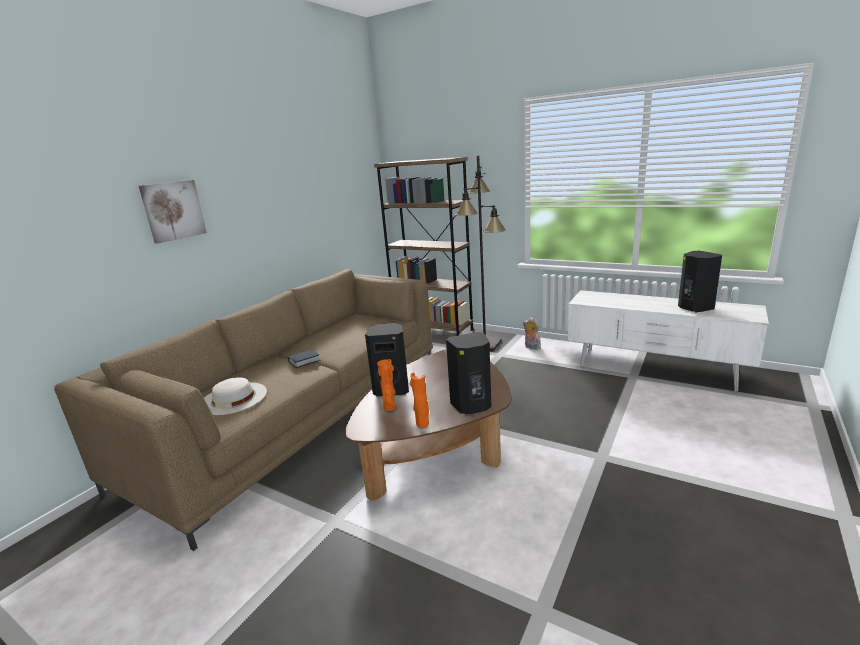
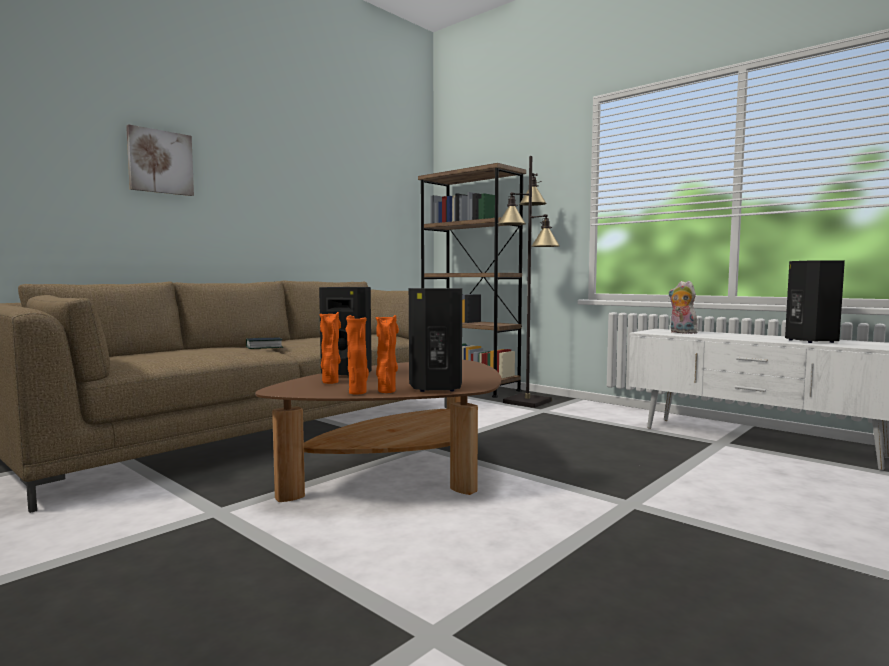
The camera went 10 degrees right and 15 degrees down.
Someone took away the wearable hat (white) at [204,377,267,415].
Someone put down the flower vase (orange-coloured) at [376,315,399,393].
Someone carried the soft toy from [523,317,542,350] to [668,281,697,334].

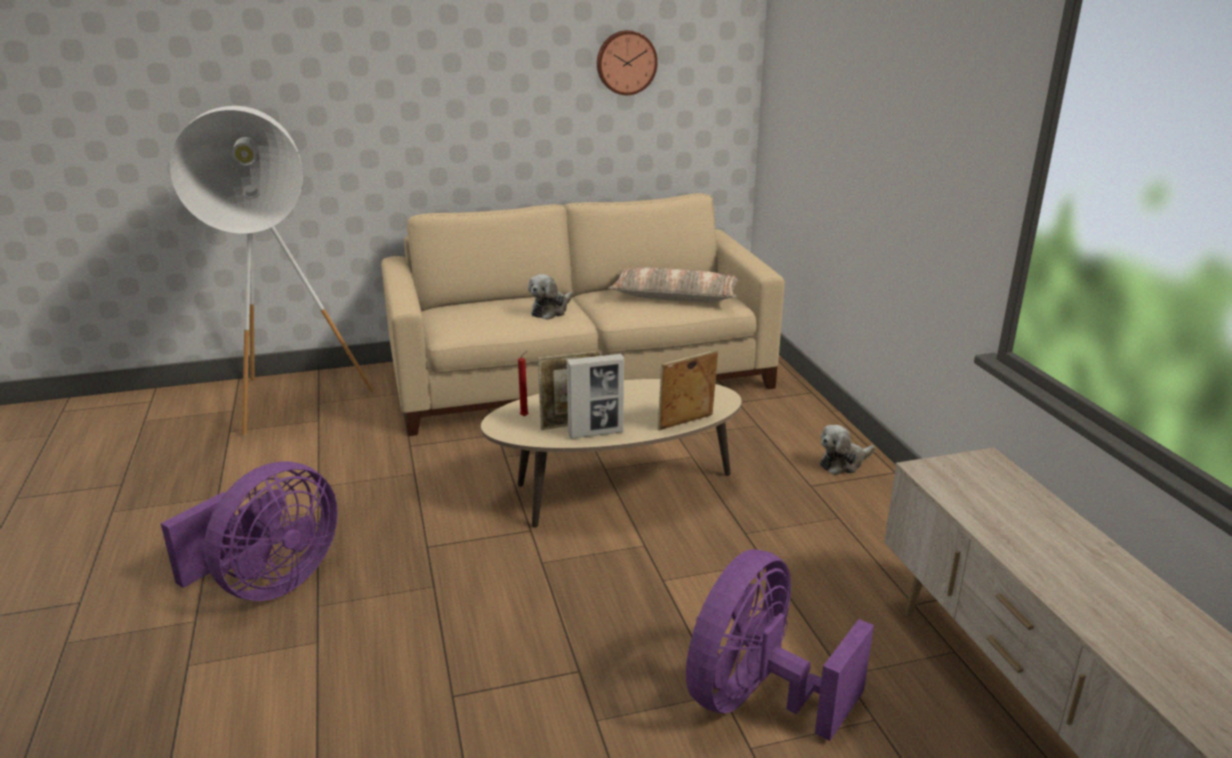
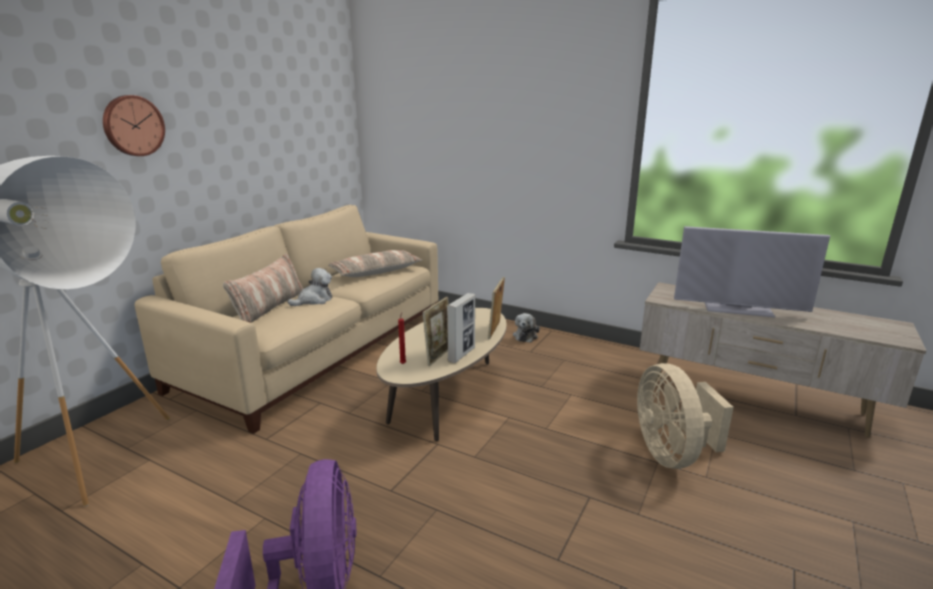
The camera went 45 degrees left and 5 degrees down.
Someone put down the pillow at [223,253,303,323].
Someone put down the TV set at [674,226,830,317].
Someone carried the hanging clock from [597,30,658,95] to [103,95,165,156].
Someone repainted the cooling fan (purple) at [686,549,874,741], which became the cooling fan (beige-coloured) at [637,363,733,469].
Someone rotated the soft toy at [528,274,573,320] by 120 degrees counterclockwise.

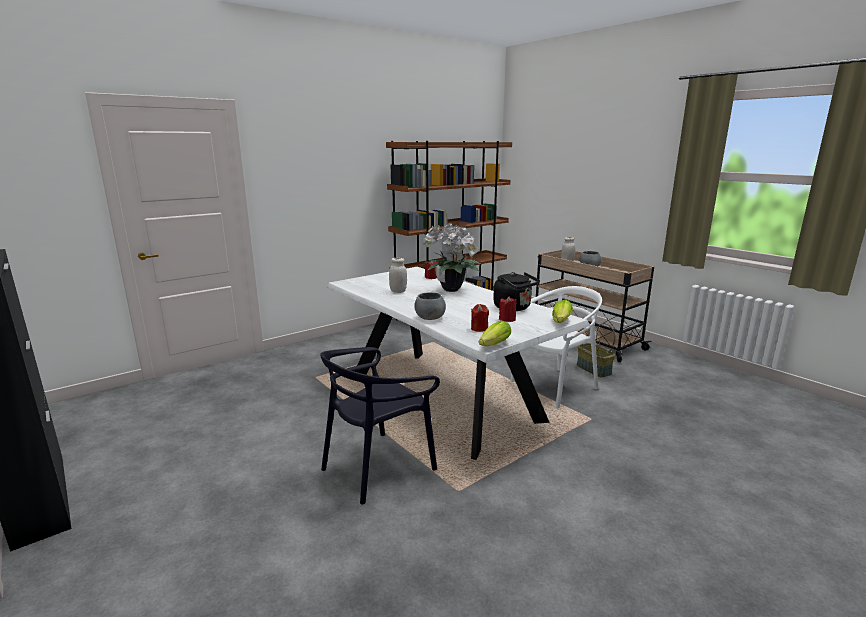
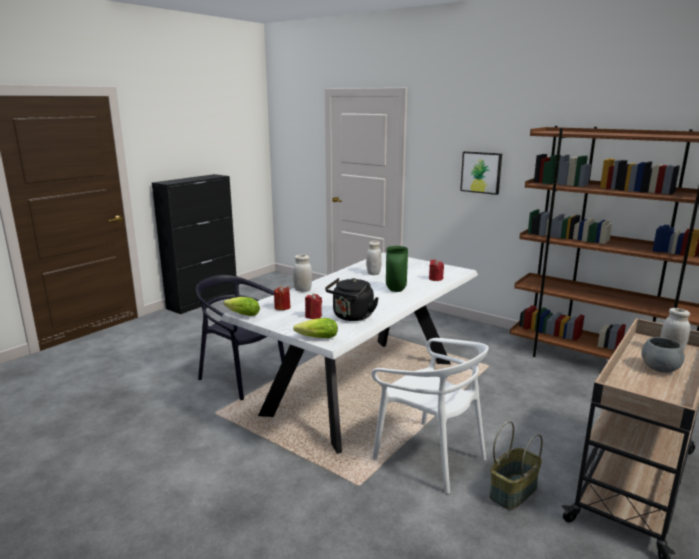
The camera went 75 degrees right and 0 degrees up.
Someone put up the wall art at [460,151,502,195].
Someone swapped the deep dish (gray) at [414,292,446,320] for the preserve jar (white) at [293,255,312,292].
Someone swapped the plant in a pot at [423,223,481,292] for the flower vase (greenish) at [386,246,408,292].

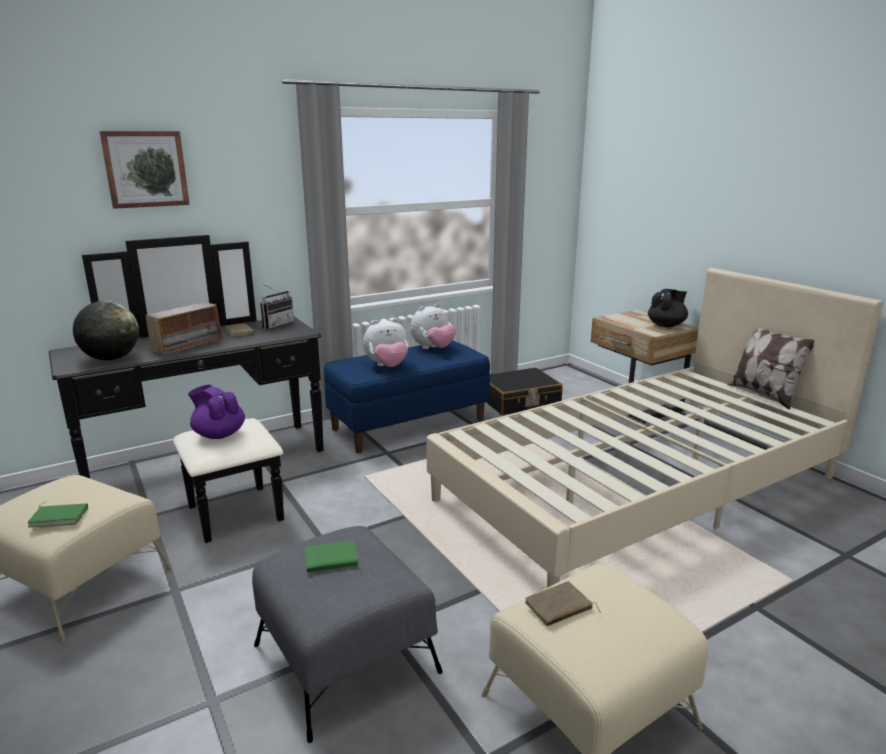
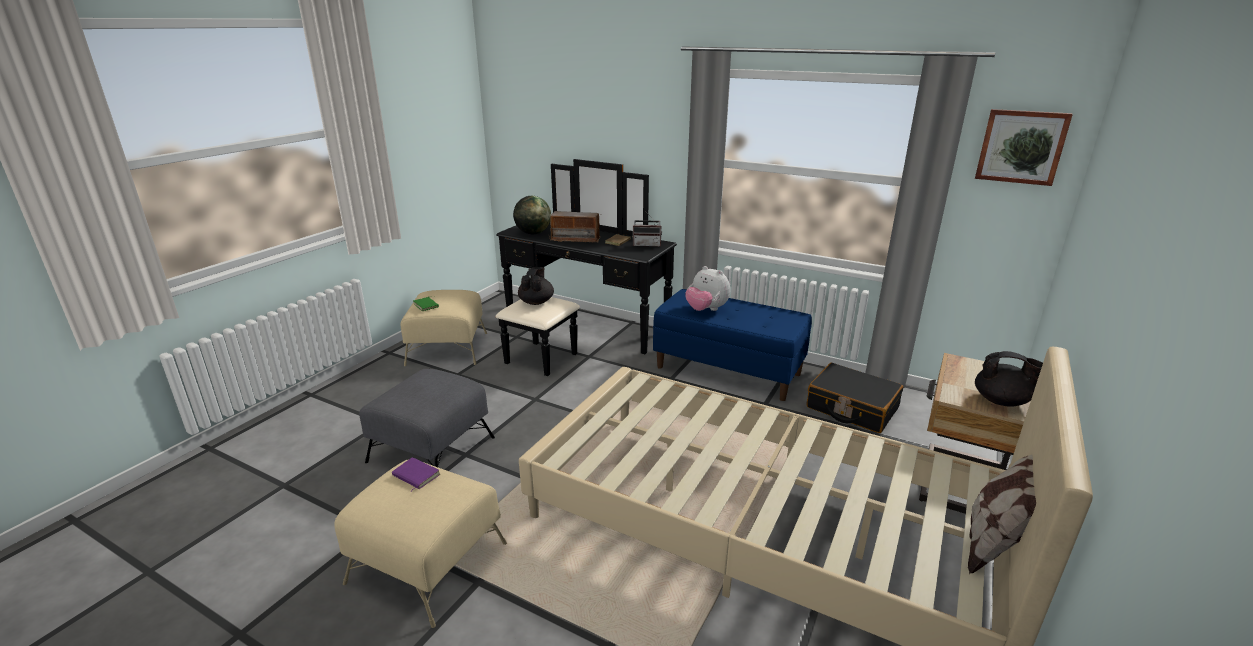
The camera went 60 degrees right and 5 degrees up.
Someone took away the volume (greenish) at [305,540,360,573].
Someone took away the soft toy at [410,304,456,349].
Someone carried the wall art from [100,131,190,209] to [975,109,1073,186].
Someone repainted the pot for tea (purple) at [188,385,245,439], which became the pot for tea (black-coloured) at [518,267,554,305].
Someone repainted the volume (brownish) at [525,581,601,626], which became the volume (purple) at [392,458,440,491].

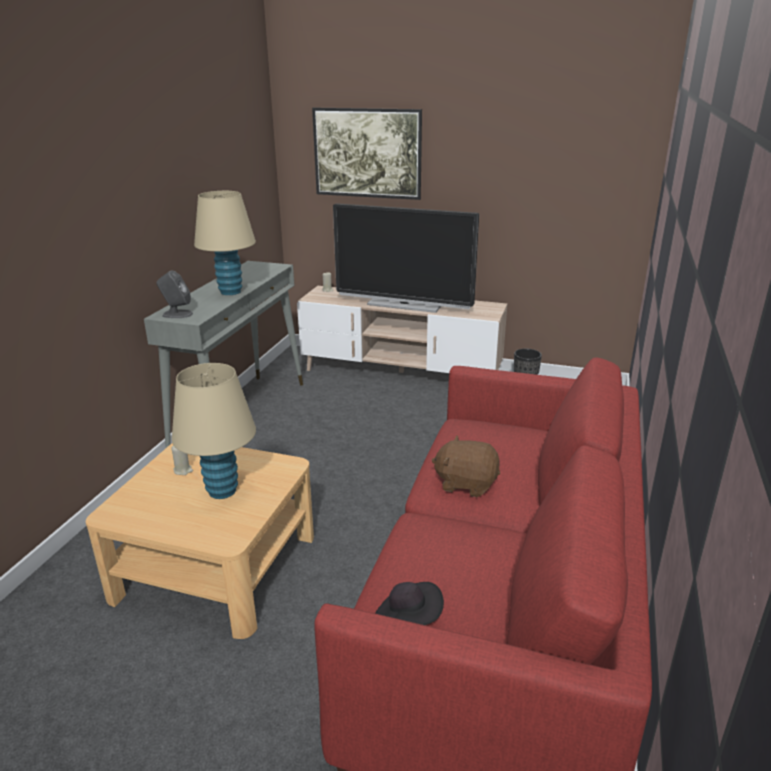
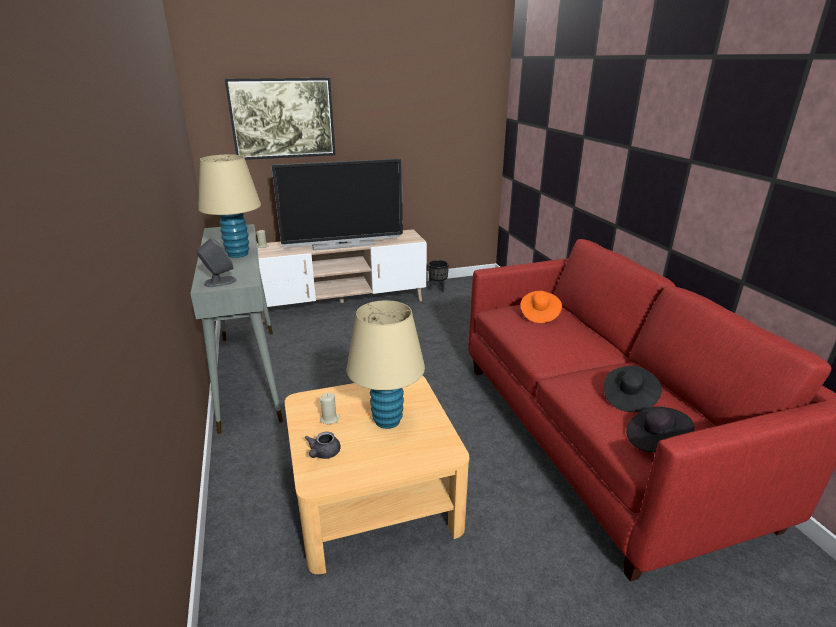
The camera went 35 degrees left and 0 degrees up.
Someone took away the soft toy (brownish) at [432,435,500,497].
Someone put down the pot for tea (gray) at [305,432,341,459].
Someone put down the wearable hat (orange-coloured) at [521,291,562,323].
Someone put down the wearable hat (black-coloured) at [604,366,662,412].

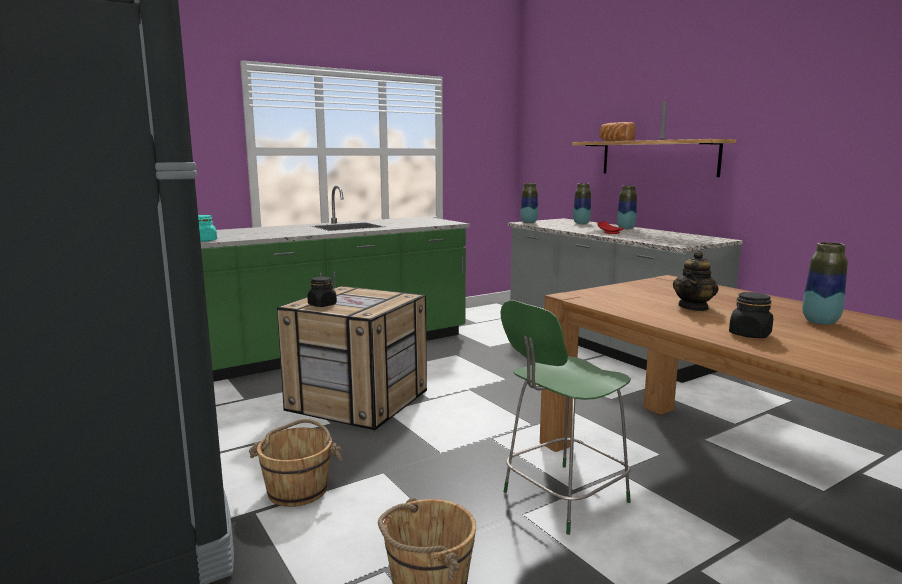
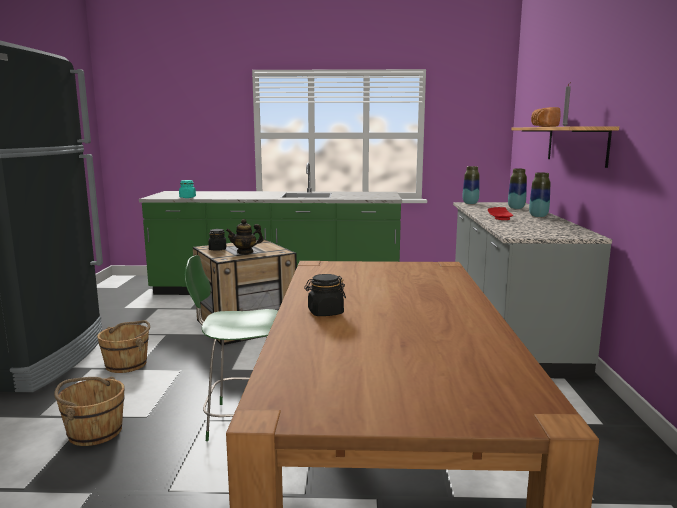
The camera went 35 degrees right and 0 degrees up.
Someone took away the flower vase at [802,242,848,325].
Someone carried the pot for tea from [673,250,719,311] to [226,219,264,254].

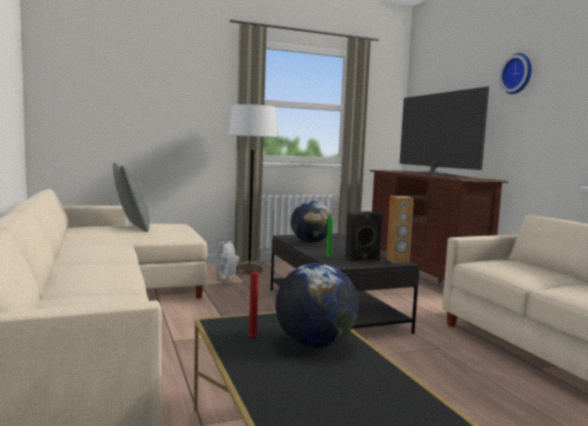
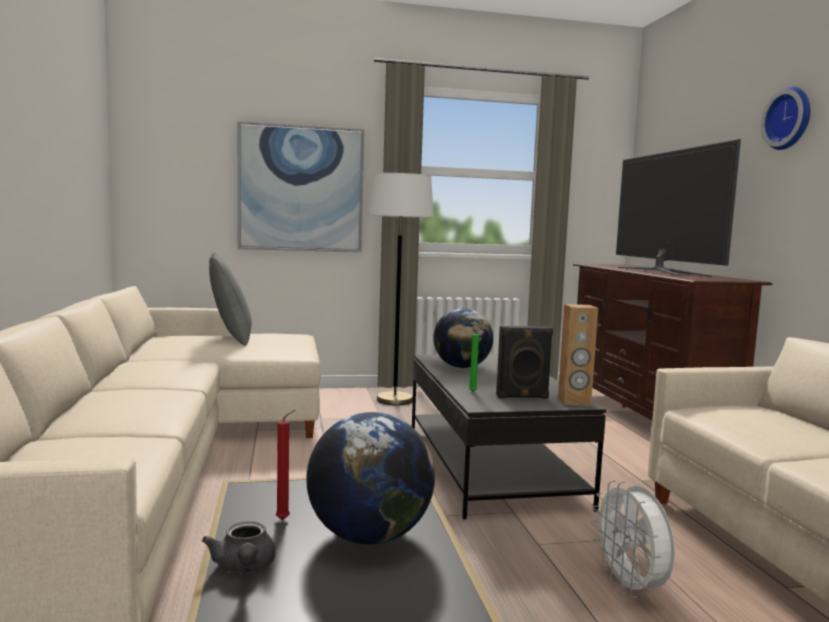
The camera went 10 degrees right and 0 degrees up.
Someone put down the pot for tea (gray) at [202,521,276,573].
Someone put up the wall art at [237,121,364,252].
Someone carried the cooling fan (white) from [214,238,239,282] to [591,481,675,598].

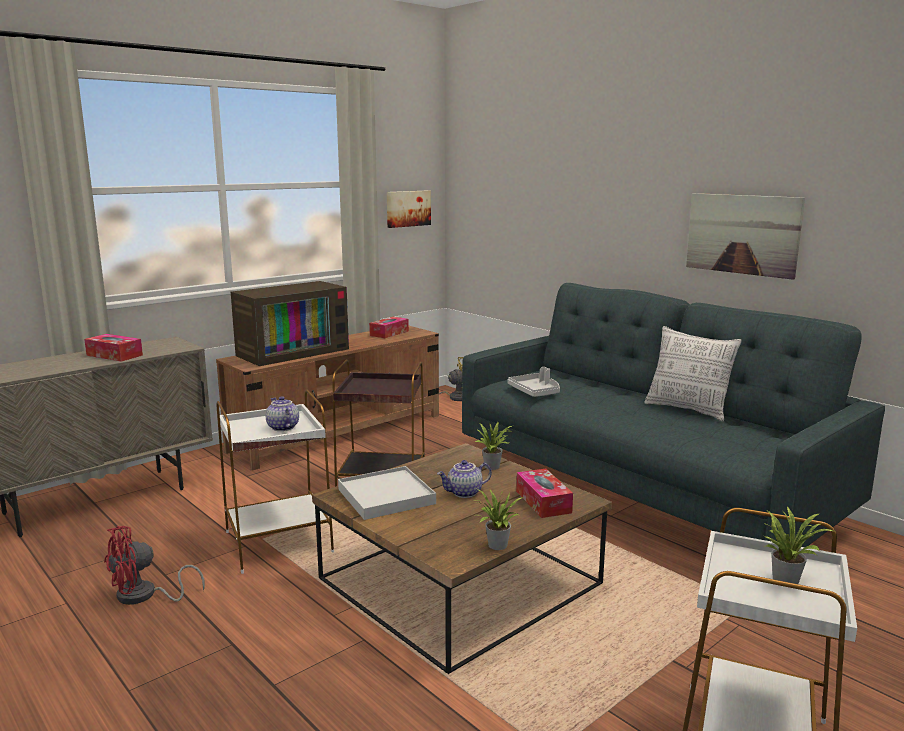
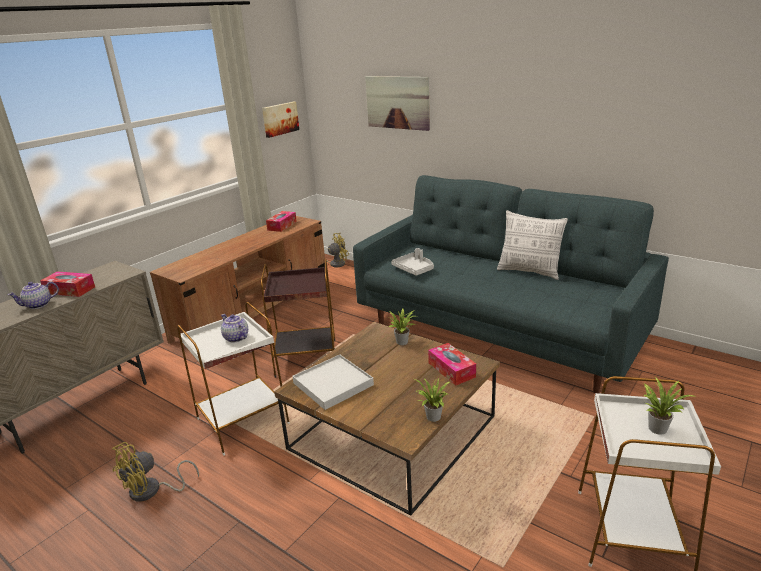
The camera went 10 degrees left and 10 degrees up.
Someone took away the TV set at [231,281,349,366].
Someone carried the pot for tea from [437,460,492,498] to [8,281,59,309].
Someone carried the wall art from [686,193,805,280] to [365,76,430,131].
Someone repainted the cooling fan (reddish) at [104,526,205,605], which became the cooling fan (yellowish) at [112,442,199,502].

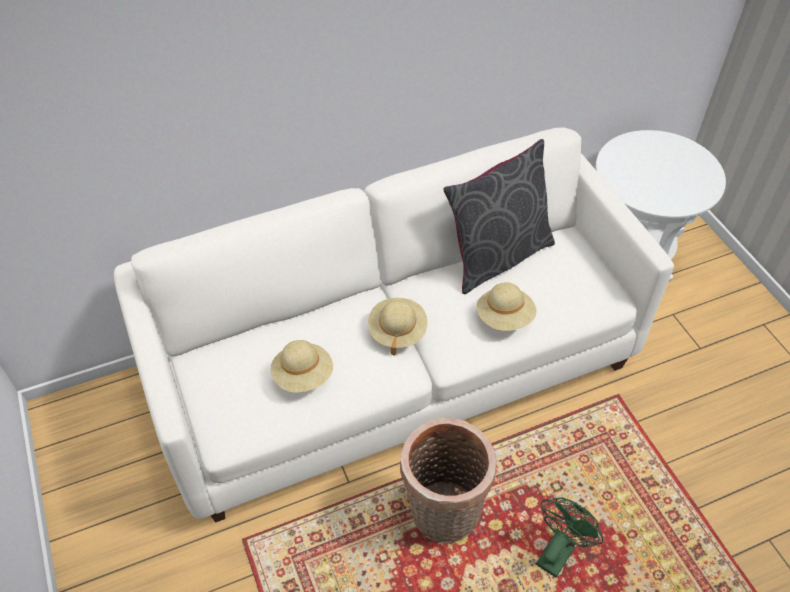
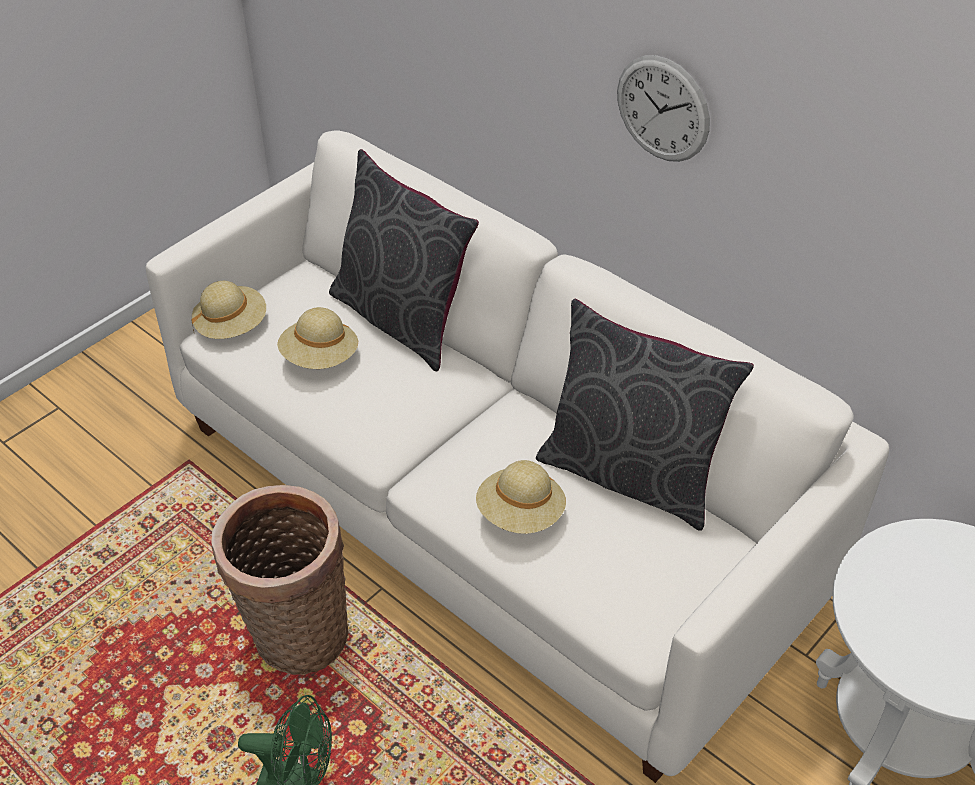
The camera went 65 degrees right and 5 degrees down.
Someone put down the pillow (gray) at [329,149,479,371].
Someone put up the hanging clock at [617,55,710,162].
Someone carried the wearable hat (beige-coloured) from [368,298,427,356] to [191,281,266,339].

